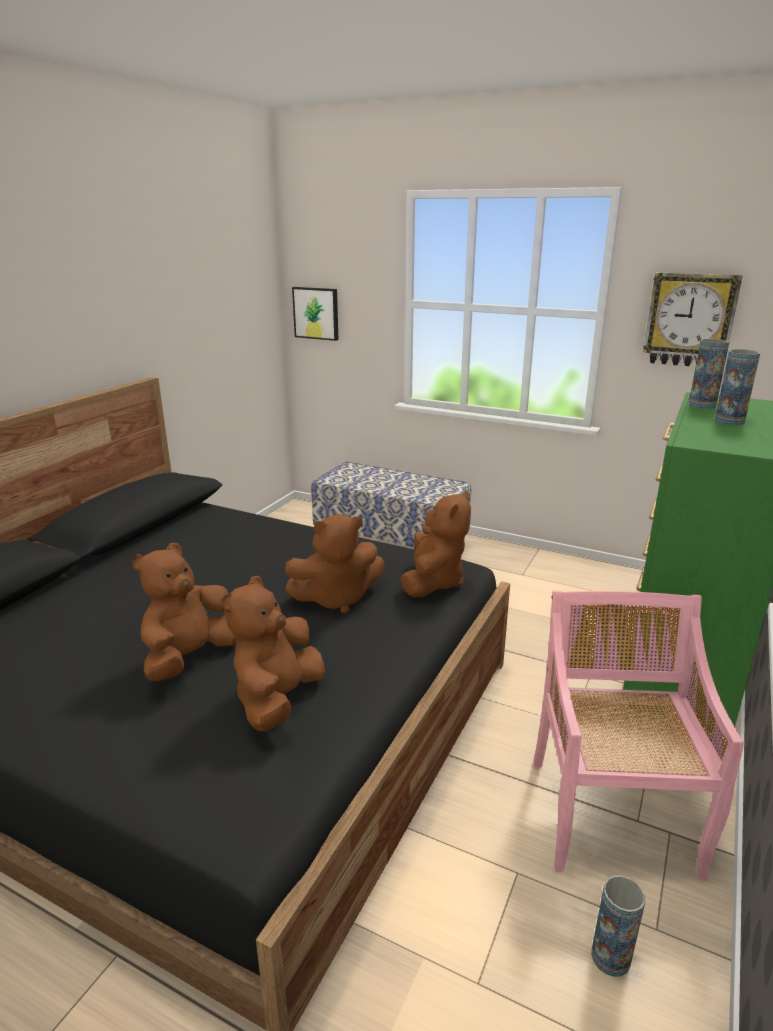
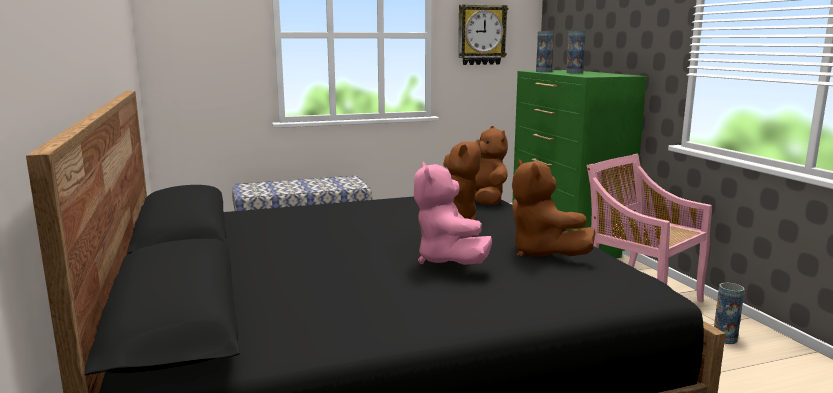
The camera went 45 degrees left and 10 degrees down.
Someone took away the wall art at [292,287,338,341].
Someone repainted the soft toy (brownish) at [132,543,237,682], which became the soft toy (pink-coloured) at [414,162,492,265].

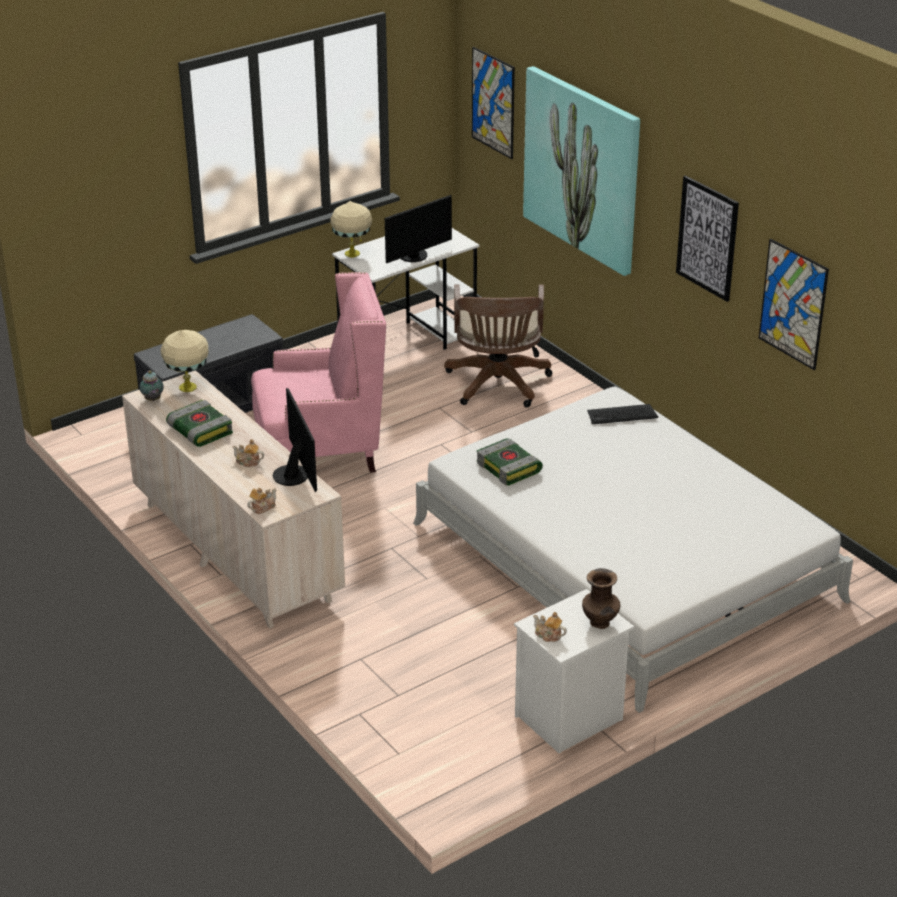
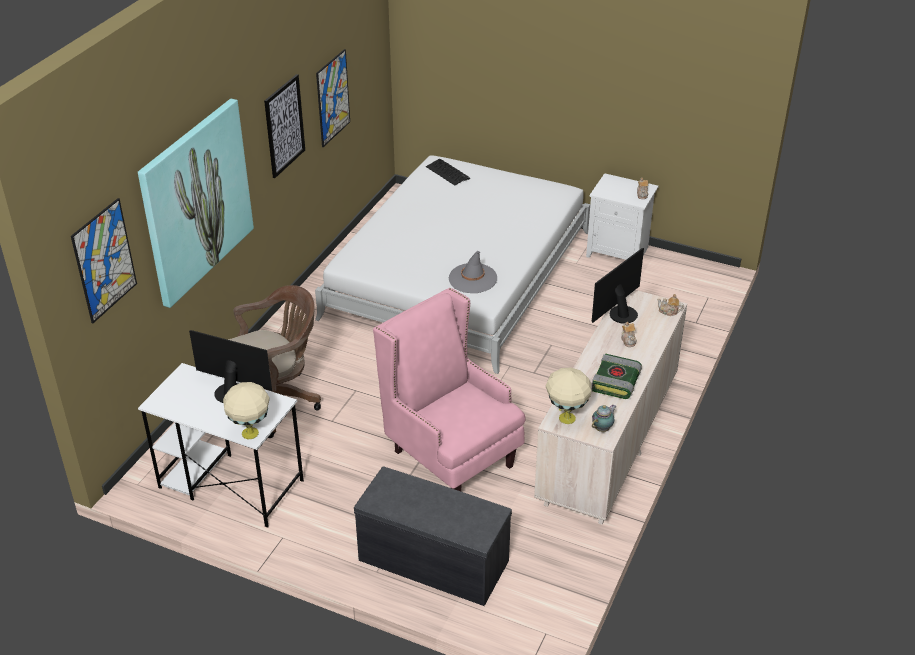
The camera went 120 degrees left and 5 degrees up.
Someone took away the flower vase (brownish) at [582,568,620,629].
Someone carried the keyboard from [587,404,658,424] to [426,159,470,185].
Someone swapped the volume at [477,438,543,486] for the wearable hat (gray) at [449,251,497,293].

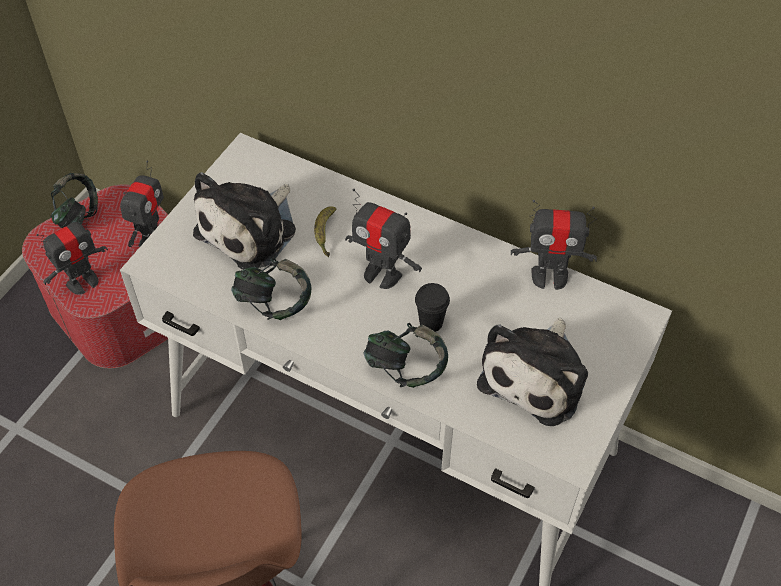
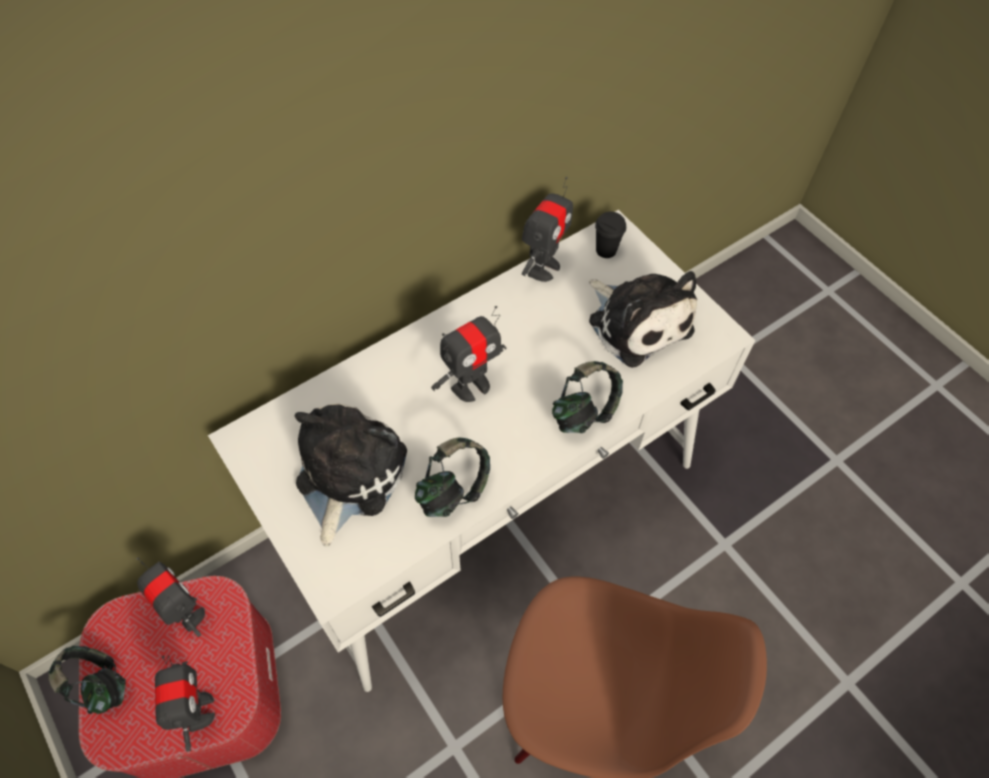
The camera went 65 degrees left and 5 degrees up.
Someone took away the banana fruit at [314,206,336,257].
Someone carried the small cup (black-coloured) from [415,283,450,332] to [595,212,626,258].
Someone rotated the soft toy at [193,172,296,270] by 135 degrees counterclockwise.

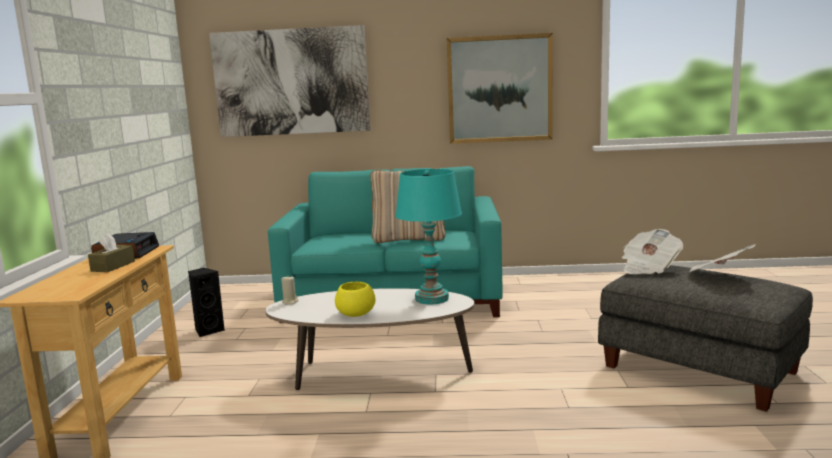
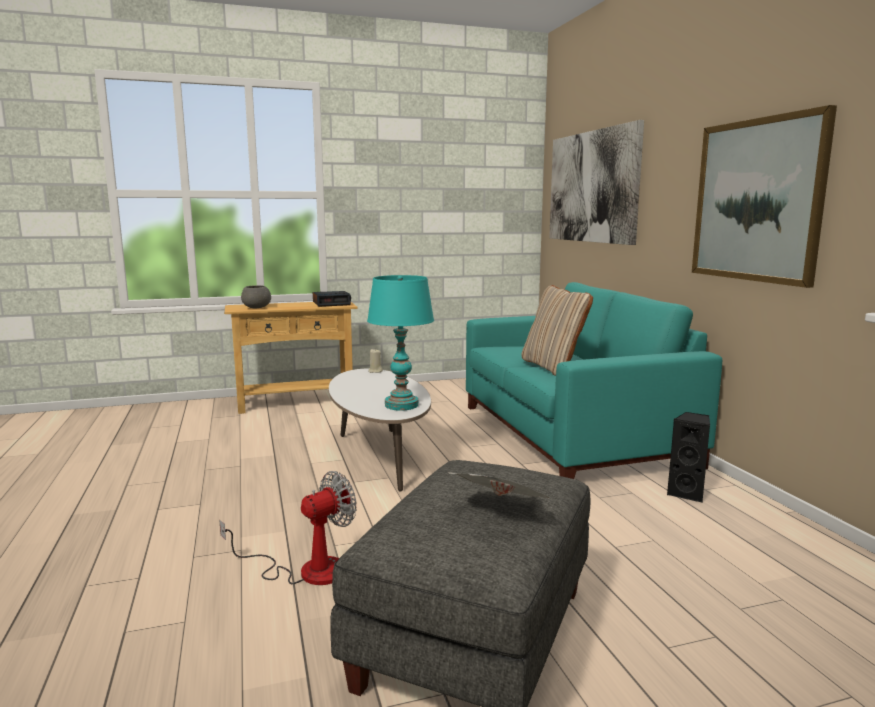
The camera went 70 degrees right and 0 degrees up.
Someone took away the box of tissues (brownish) at [88,233,135,272].
Someone took away the deep dish (yellowish) at [335,282,376,317].
Someone took away the newspaper at [622,229,684,274].
Someone put down the cooling fan at [219,471,357,585].
Someone put down the deep dish (gray) at [241,285,271,308].
Someone carried the loudspeaker (black-coloured) from [188,268,225,337] to [667,412,710,502].

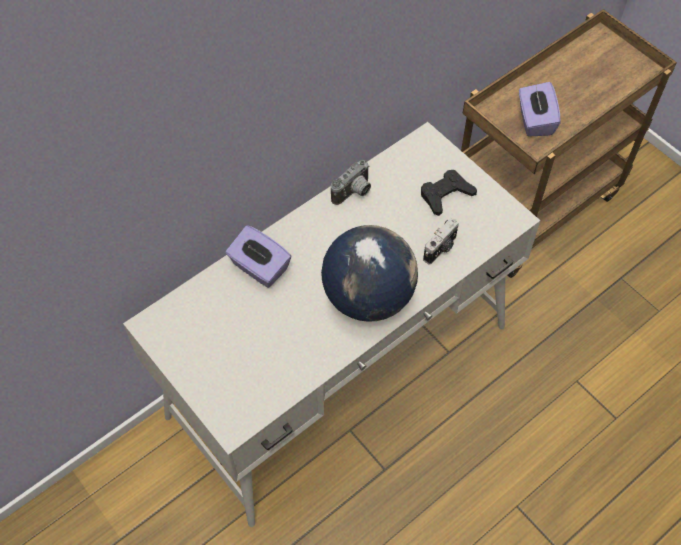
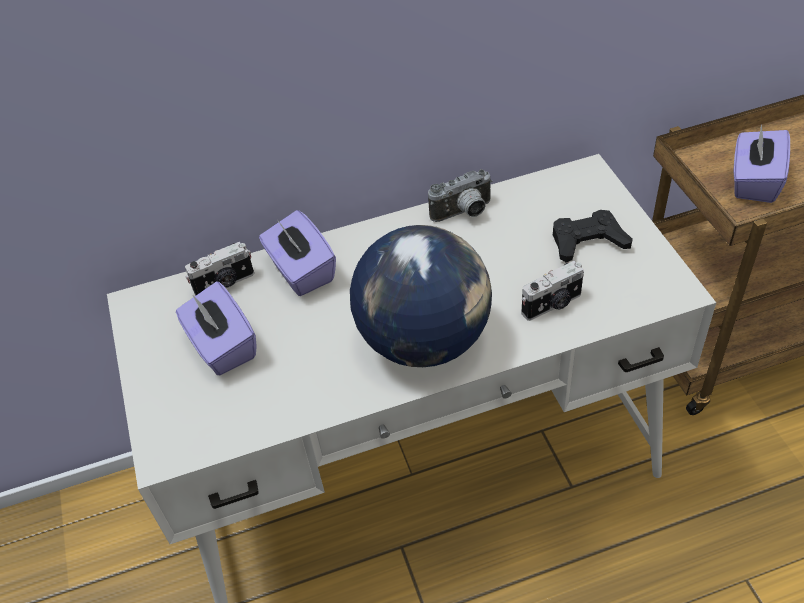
The camera went 25 degrees right and 10 degrees down.
Someone put down the box of tissues (purple) at [176,282,257,375].
Someone put down the still camera at [185,242,254,295].

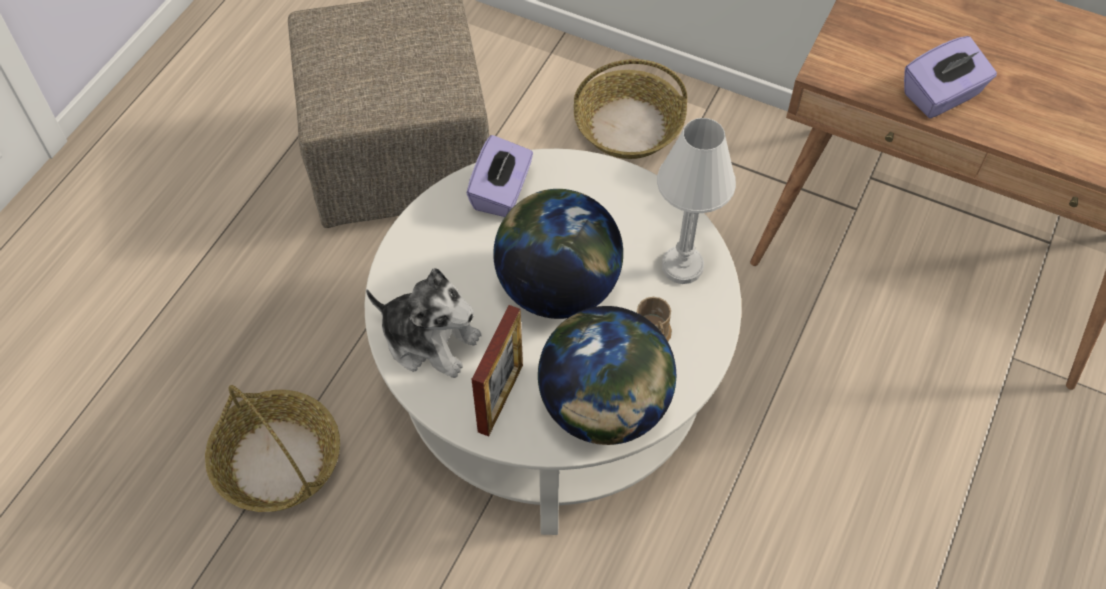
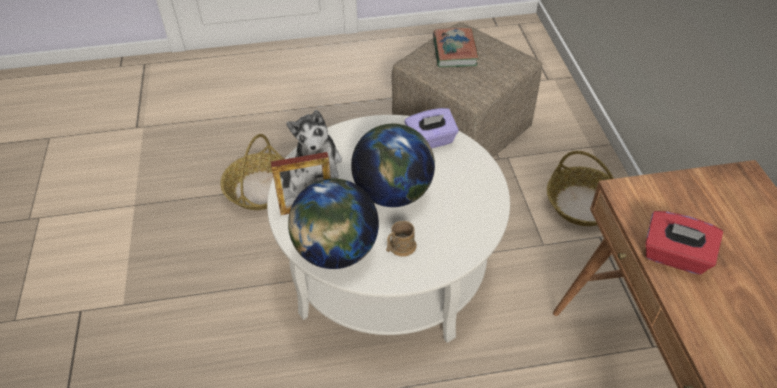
The camera went 55 degrees right and 10 degrees down.
Someone took away the lamp for a table (white) at [657,118,736,284].
Someone put down the volume at [433,28,479,67].
Someone repainted the box of tissues (purple) at [904,36,997,118], which became the box of tissues (reddish) at [645,211,723,275].

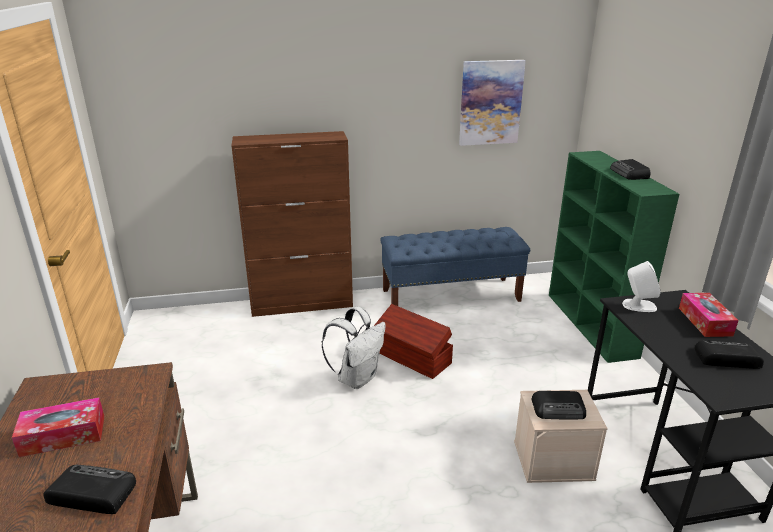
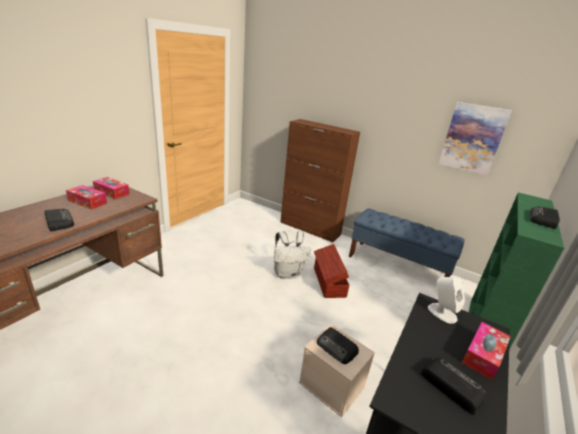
The camera went 40 degrees right and 0 degrees up.
Someone put down the box of tissues at [93,177,129,199].

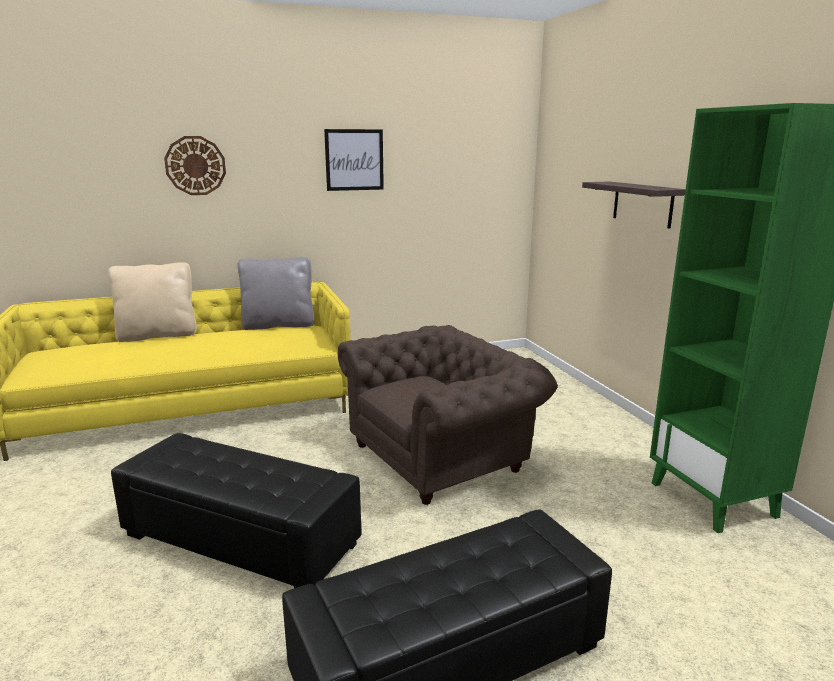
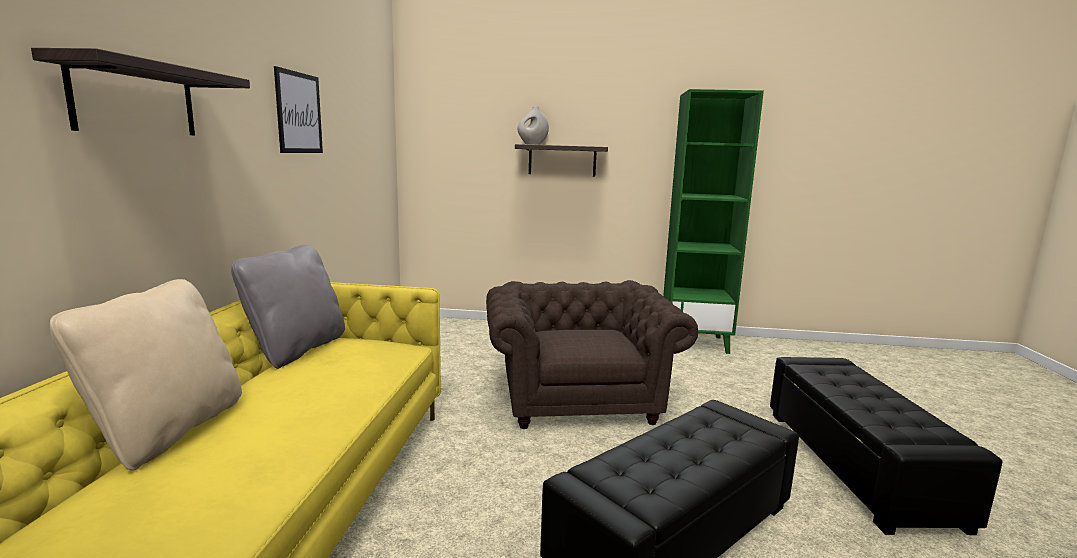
The camera went 65 degrees left and 5 degrees down.
Someone put down the flower vase (white) at [517,106,549,145].
Someone swapped the hanging clock at [164,136,226,195] for the bracket shelf at [31,48,250,135].

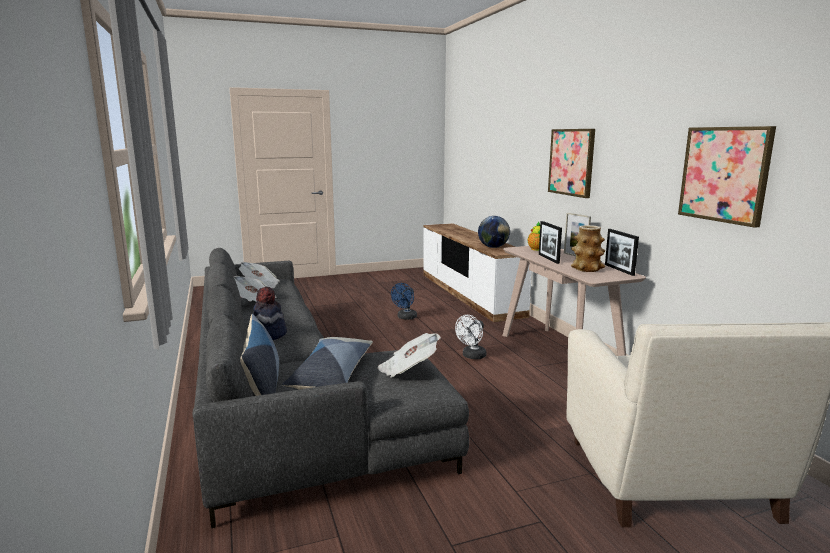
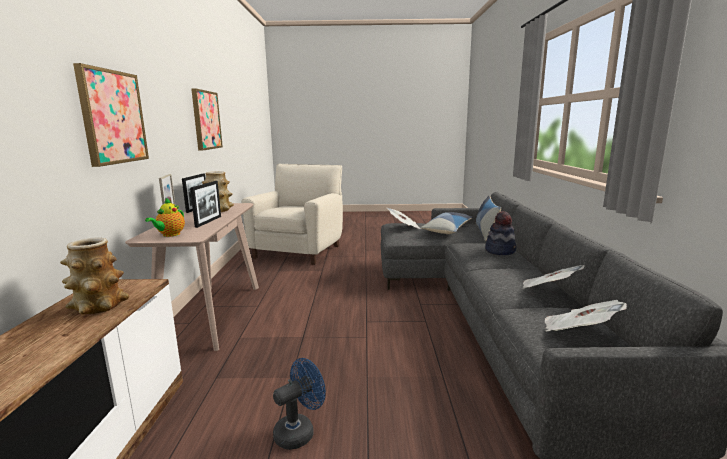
The camera went 160 degrees left and 0 degrees up.
Someone took away the cooling fan (white) at [455,315,487,359].
Someone swapped the desk globe at [478,216,510,248] for the flower vase at [60,237,129,315].

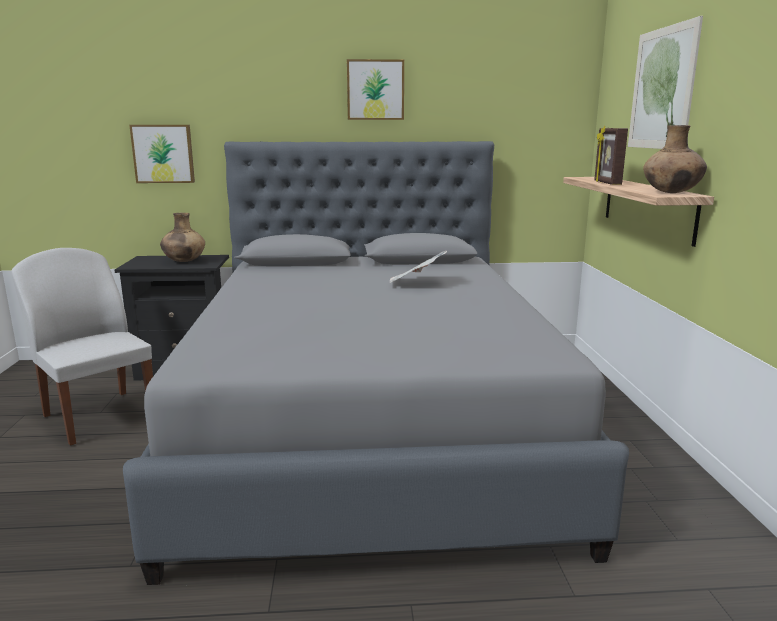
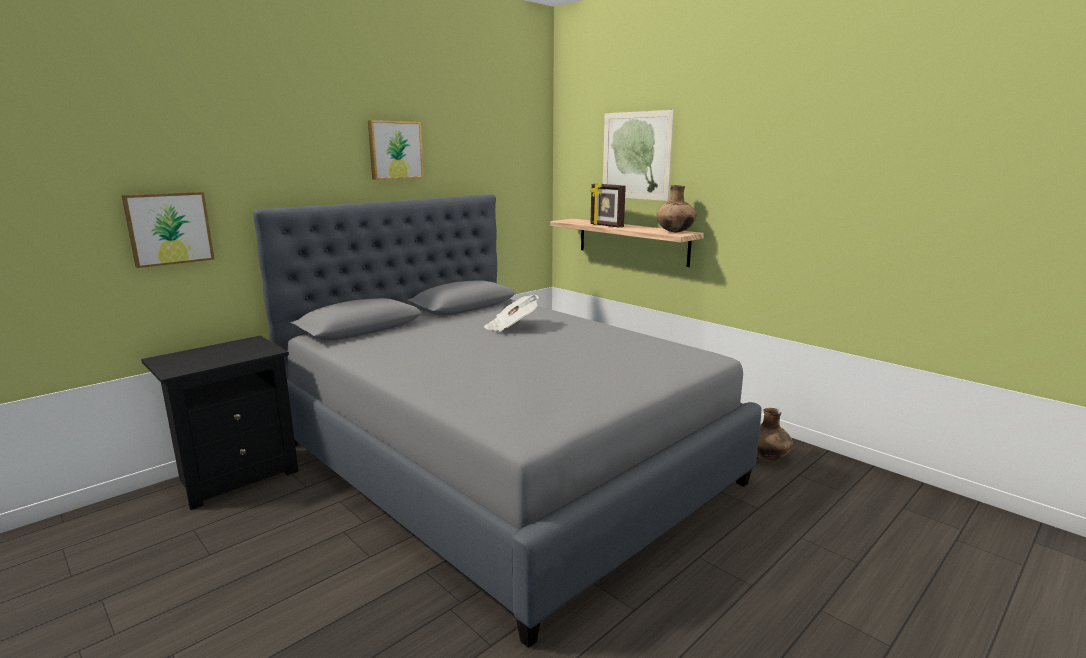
The camera went 40 degrees left and 0 degrees up.
Someone took away the chair (white) at [12,248,153,446].
Someone carried the flower vase (brownish) from [160,213,205,262] to [757,408,793,461].

